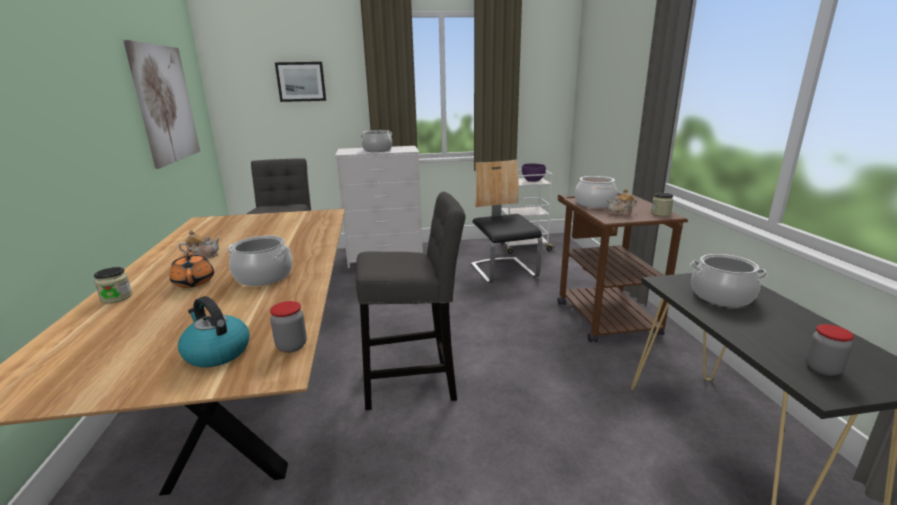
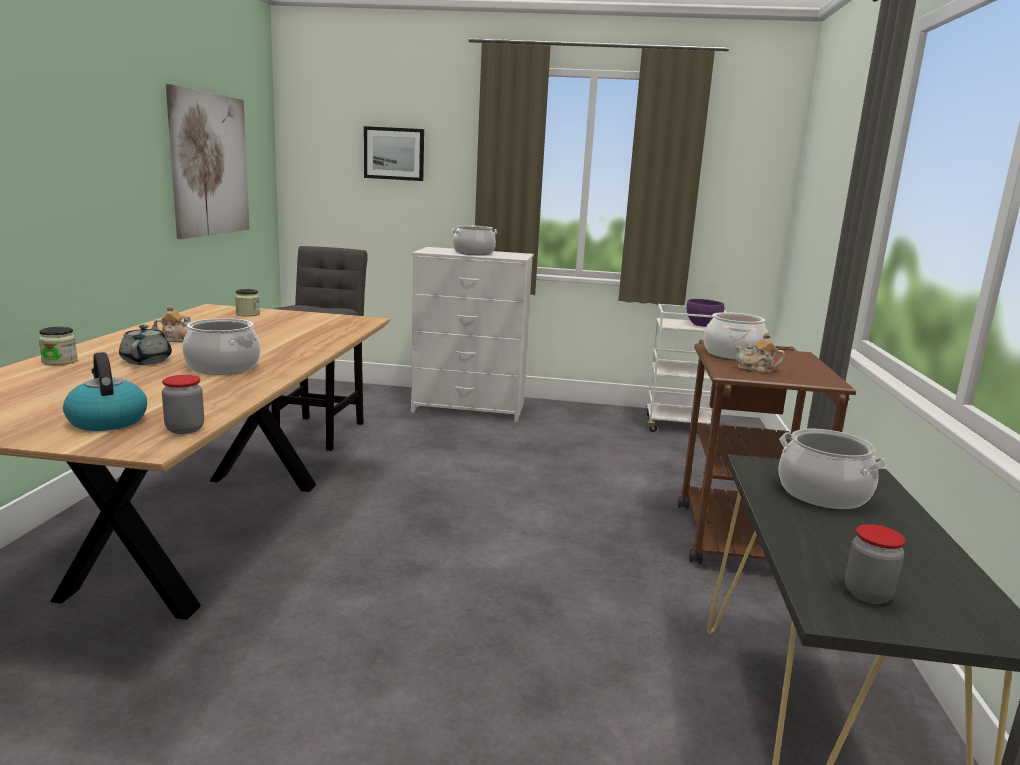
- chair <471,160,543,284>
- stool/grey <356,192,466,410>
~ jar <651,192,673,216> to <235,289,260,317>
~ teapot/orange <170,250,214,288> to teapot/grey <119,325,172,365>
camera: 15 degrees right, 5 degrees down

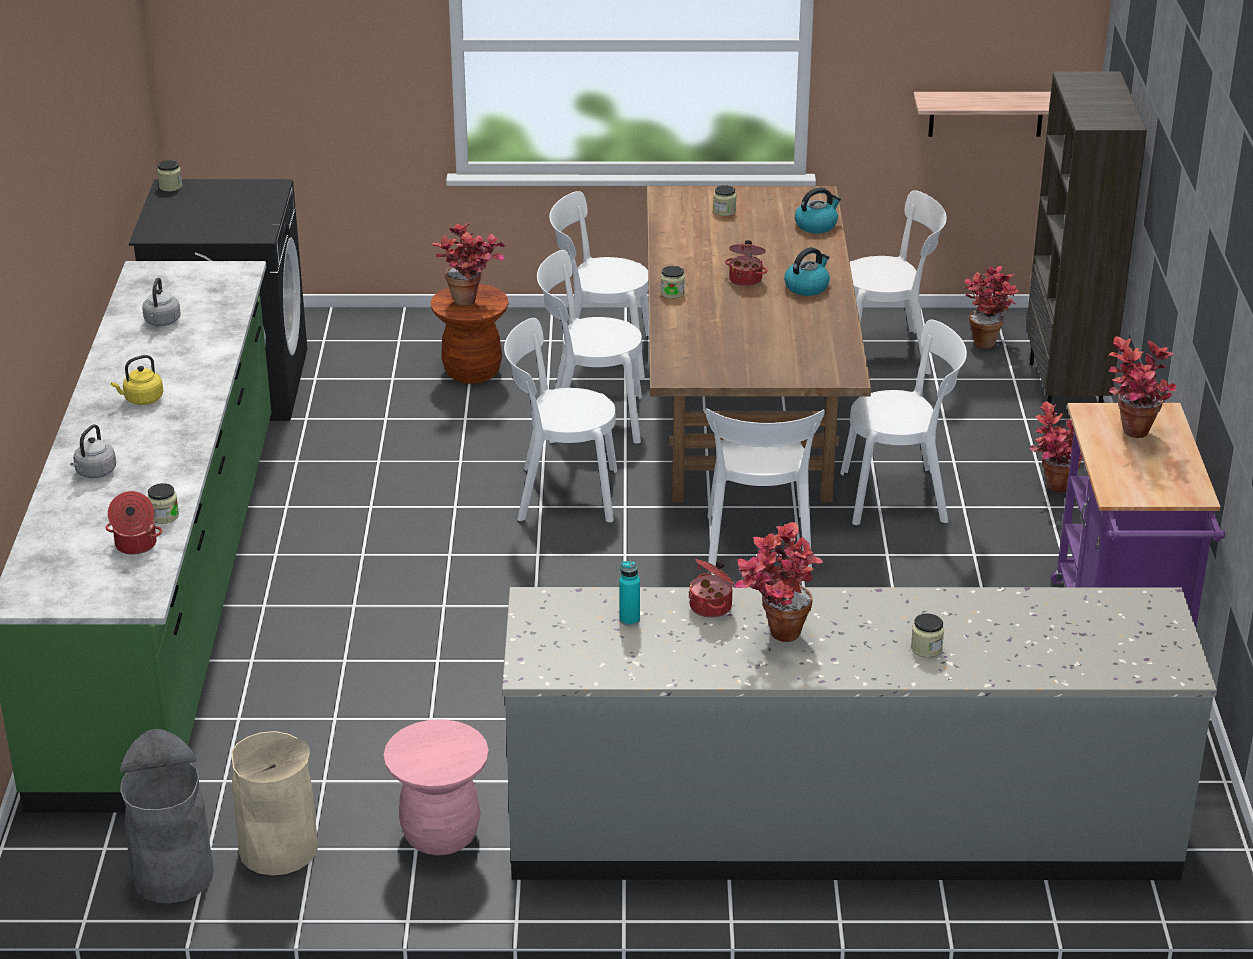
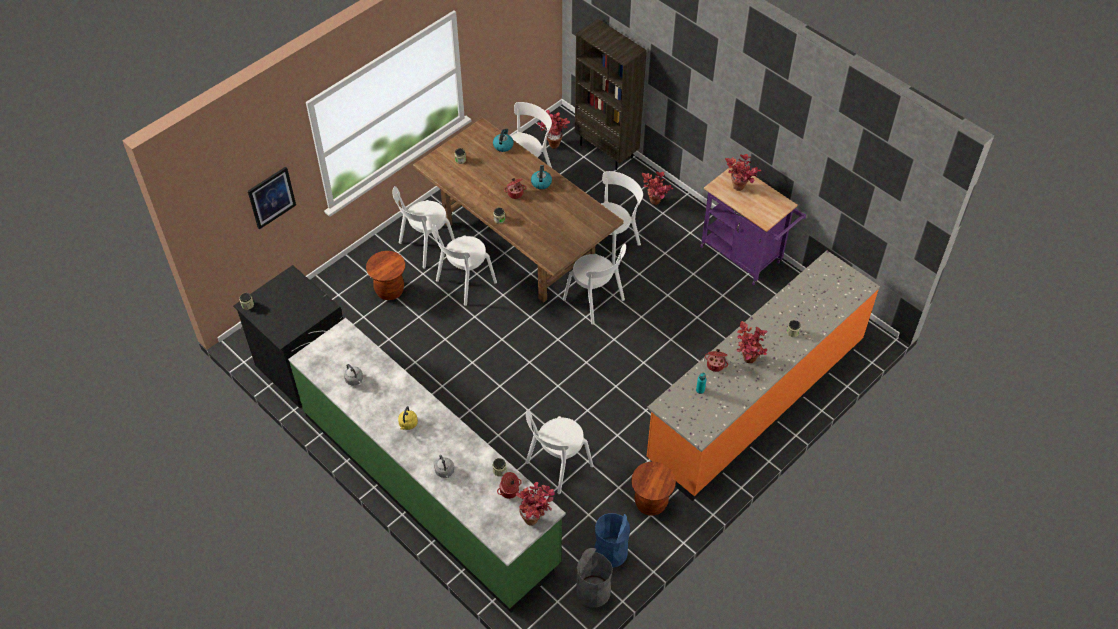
- shelf <913,92,1051,137>
~ potted plant <432,223,505,306> to <516,482,555,526>
~ chair/white <504,318,617,522> to <525,409,593,494>
~ counter/grey <502,587,1217,880> to counter/orange <647,250,880,501>
~ stool/pink <384,719,489,856> to stool/brown <631,462,676,516>
~ trash can/beige <232,731,318,875> to trash can/blue <594,513,630,568>
+ picture <248,167,296,230>
camera: 45 degrees left, 20 degrees up

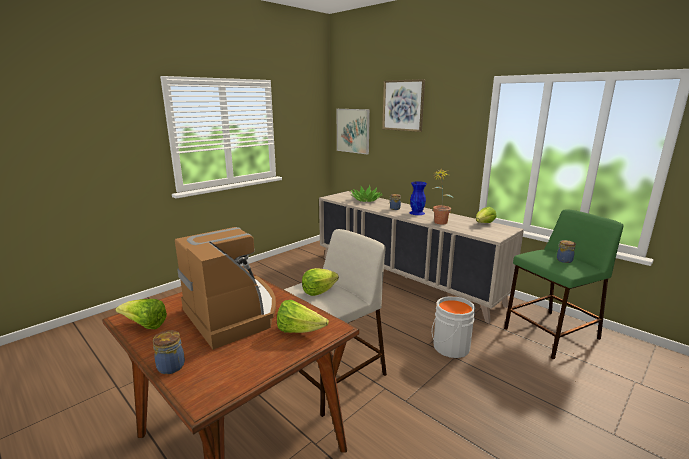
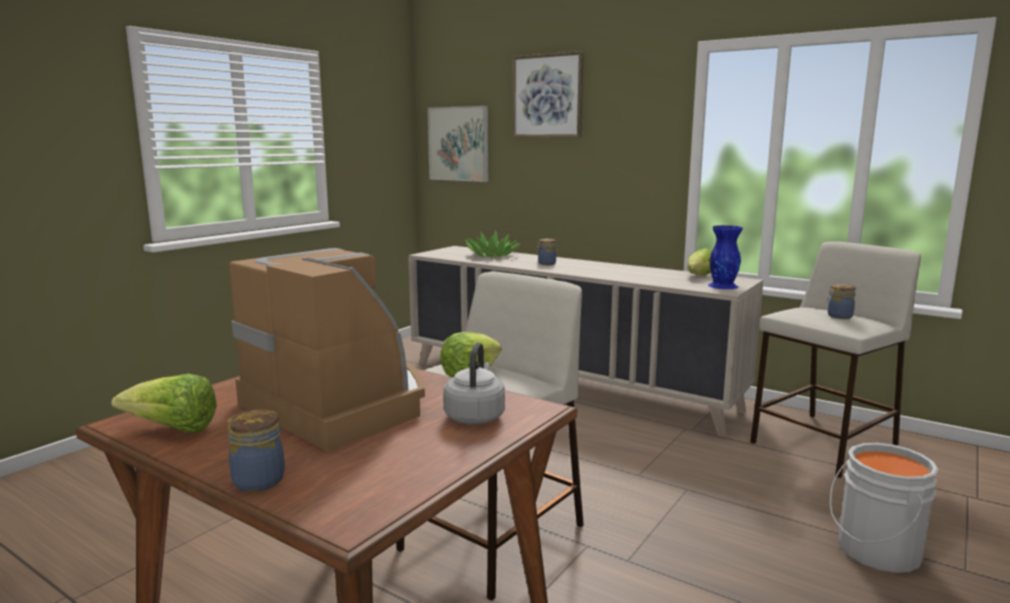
- potted plant <432,170,454,224>
~ vase/blue <410,181,427,215> to <708,225,743,289>
~ stool/green <504,209,624,359> to stool/beige <750,241,921,478>
~ bucket/grey <432,296,476,358> to <830,443,939,573>
~ lettuce <277,300,329,333> to kettle/grey <443,342,505,424>
camera: 10 degrees left, 5 degrees down

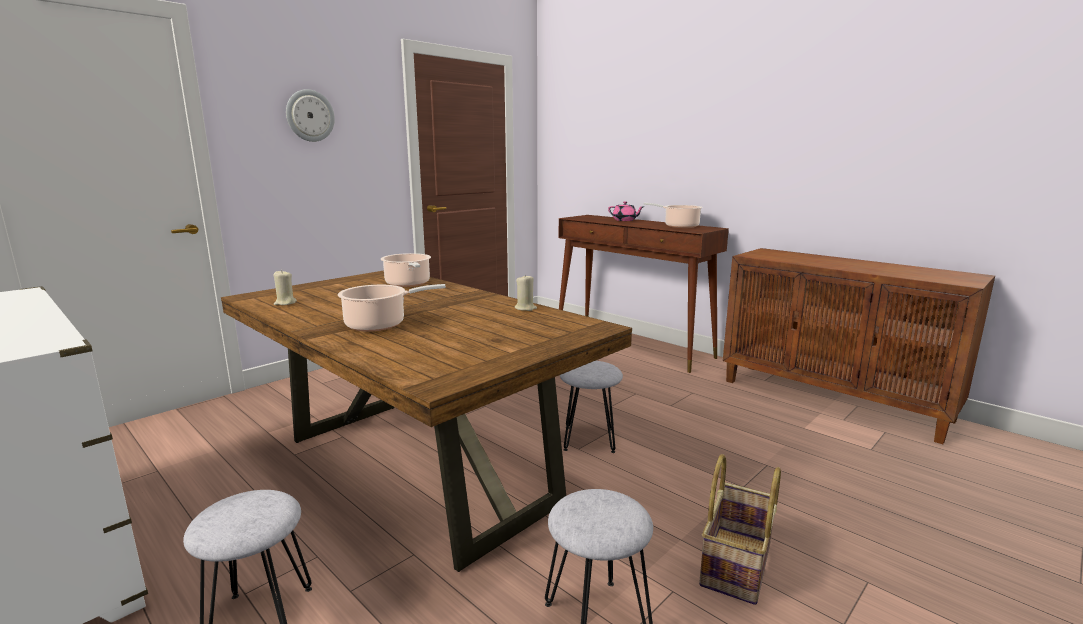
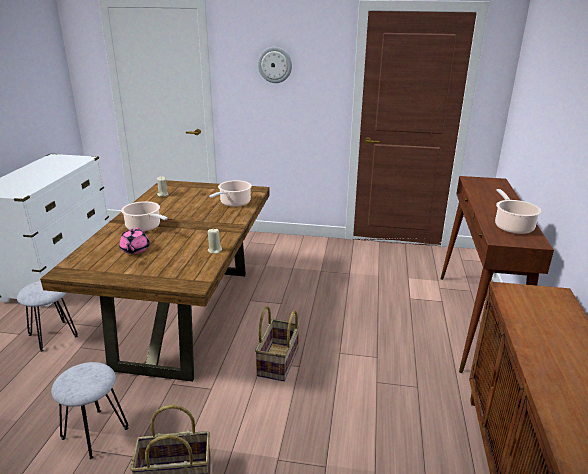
~ teapot/pink <608,201,644,221> to <119,228,150,254>
~ stool/grey <560,361,623,453> to basket <255,306,300,381>
camera: 55 degrees right, 10 degrees up

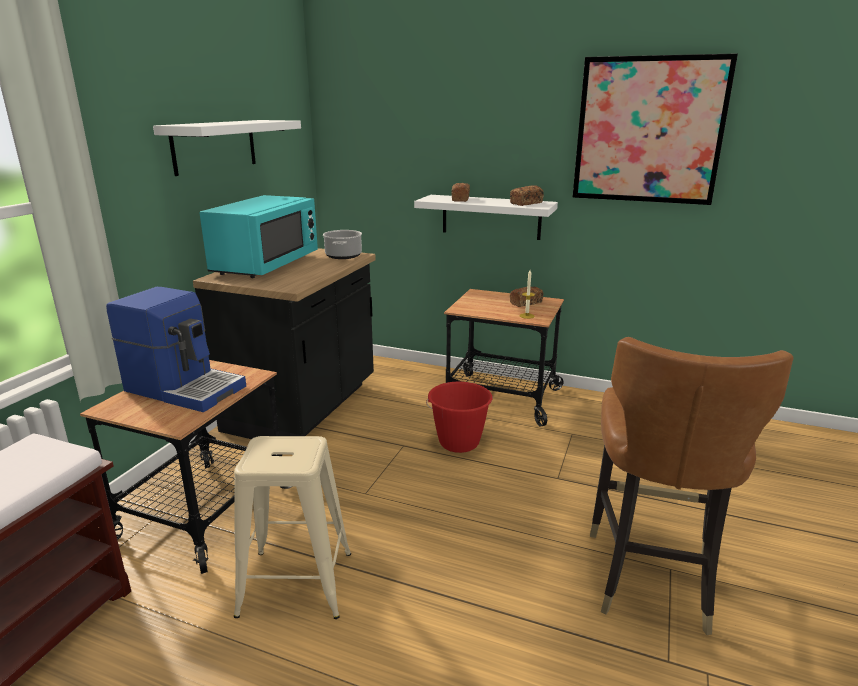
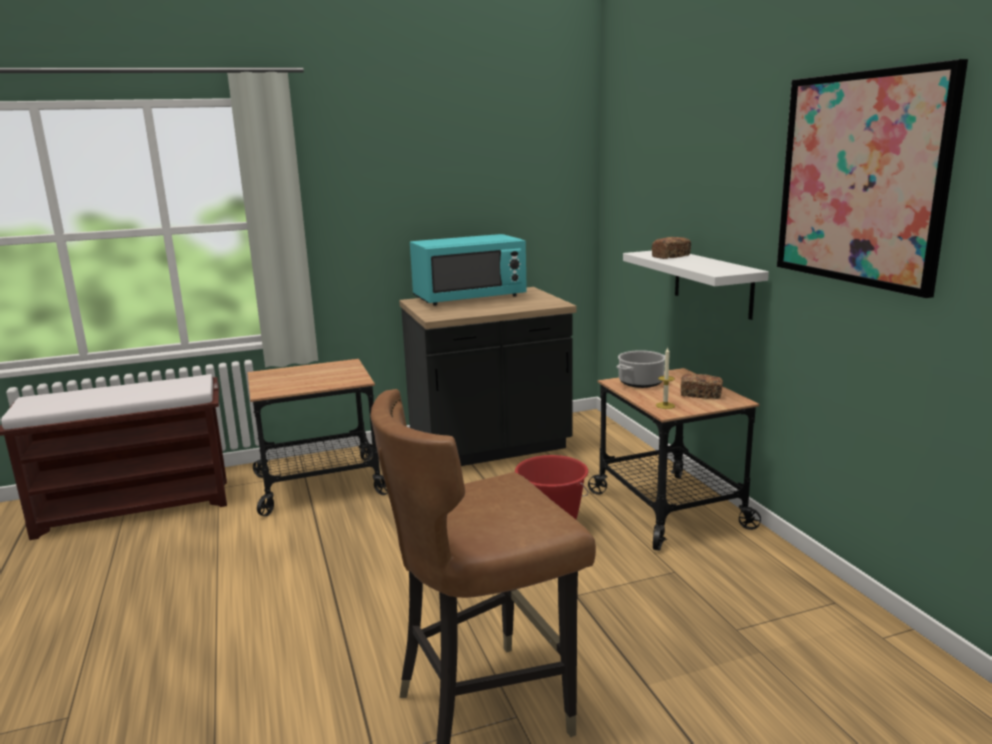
- shelf/white <153,120,301,176>
- bread <510,185,544,206>
~ cooking pot <323,230,362,259> to <617,350,665,388>
- coffee machine <106,287,246,412>
- stool/beige <234,436,351,619>
camera: 50 degrees right, 5 degrees down

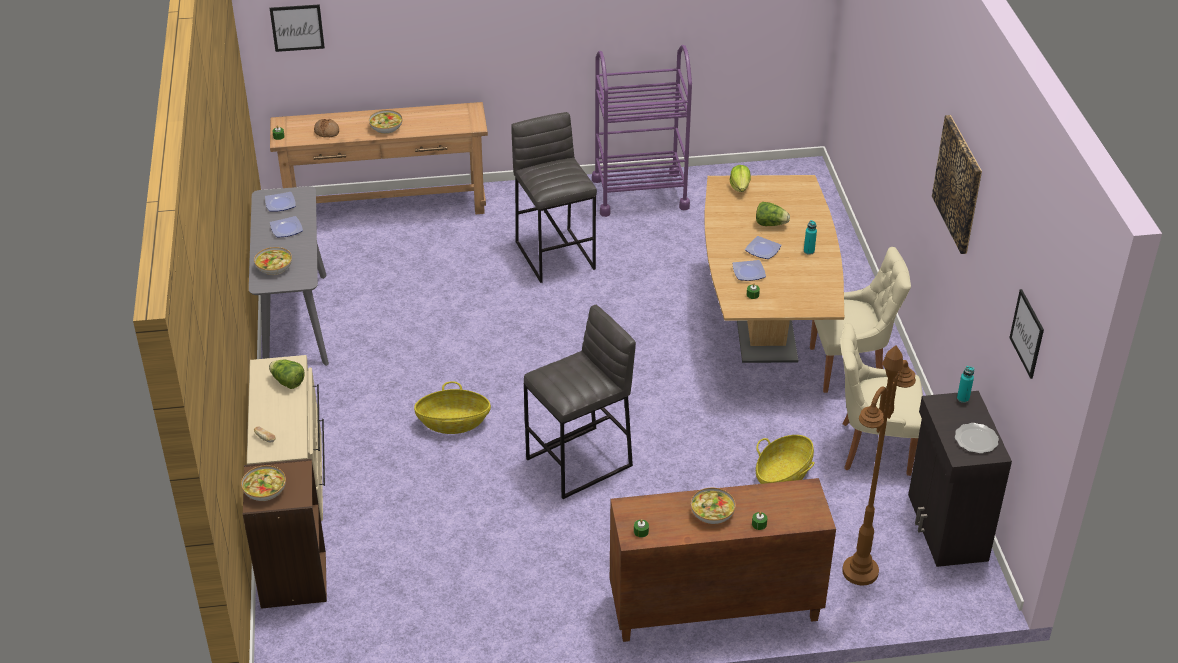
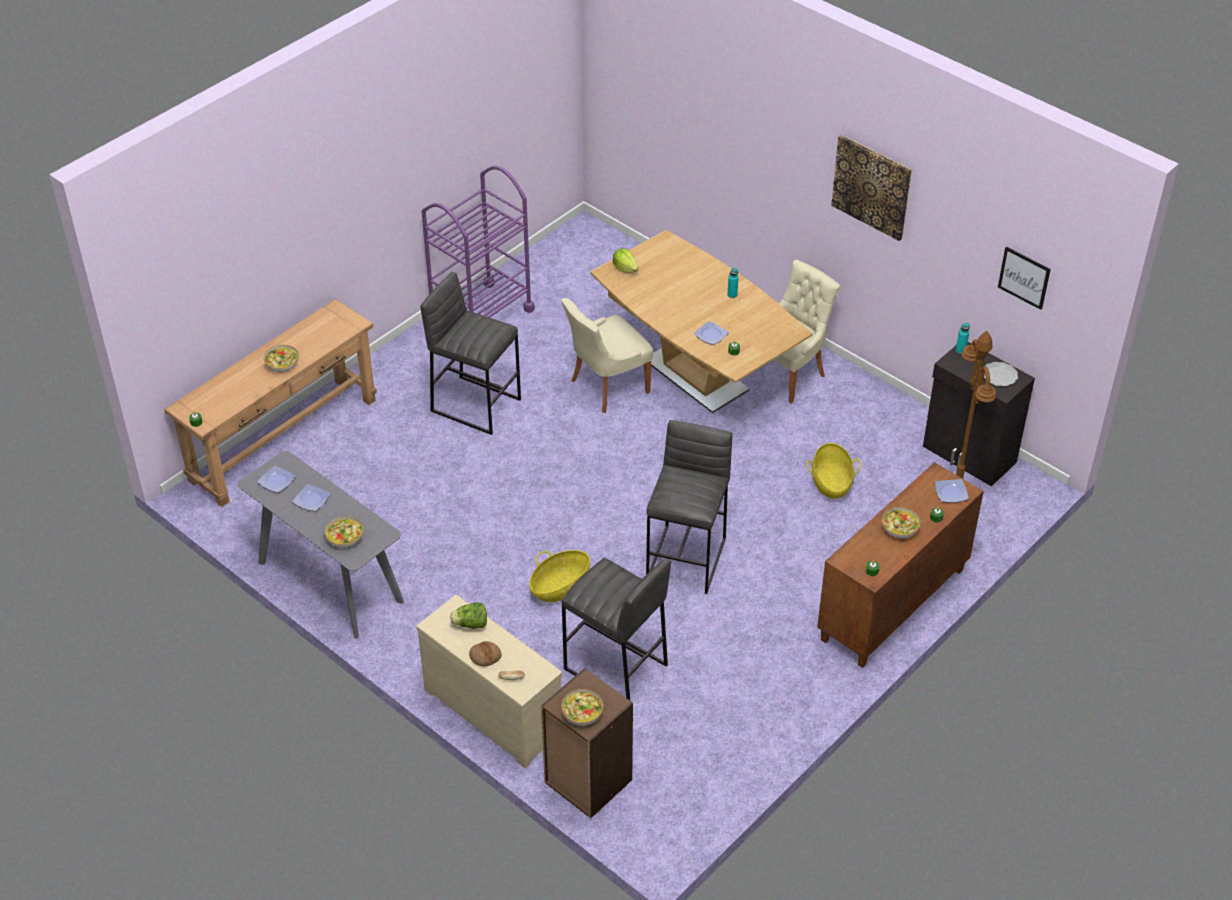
- picture <270,4,325,52>
~ bread <314,119,339,137> to <469,641,502,667>
- lettuce <756,202,790,226>
~ plate <745,236,782,259> to <935,479,969,503>
~ chair/beige <841,323,923,476> to <561,298,653,413>
+ stool/grey <561,558,671,700>
camera: 40 degrees left, 5 degrees up

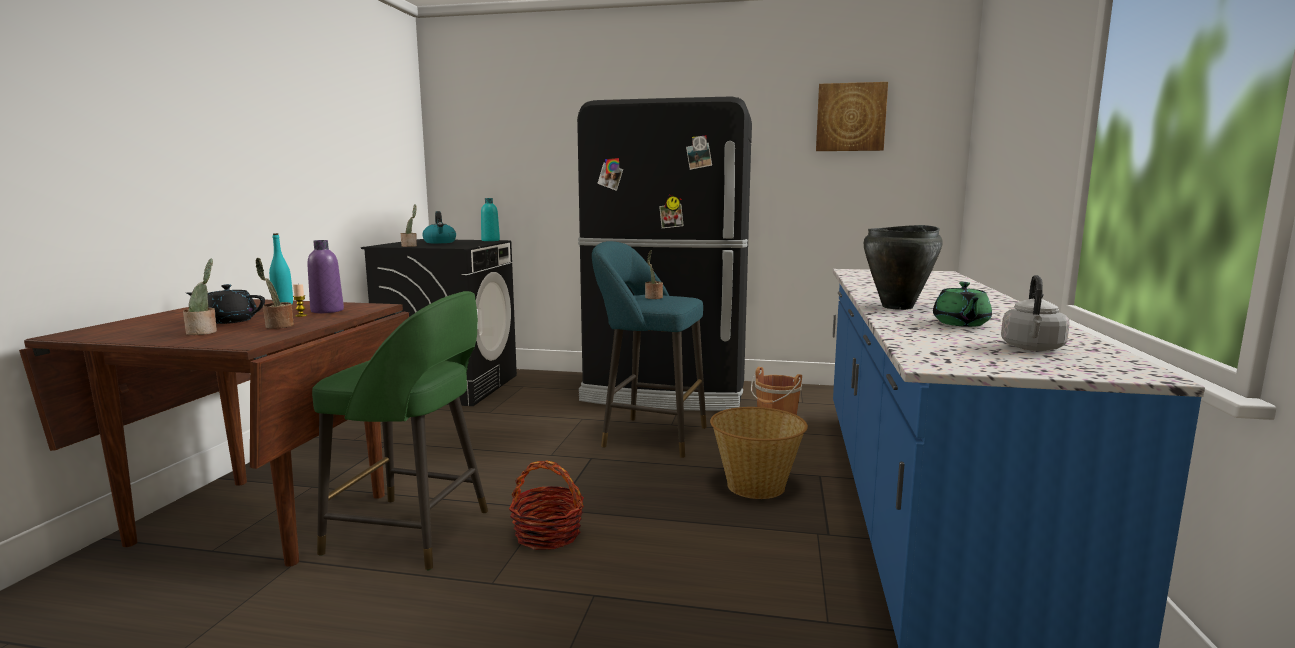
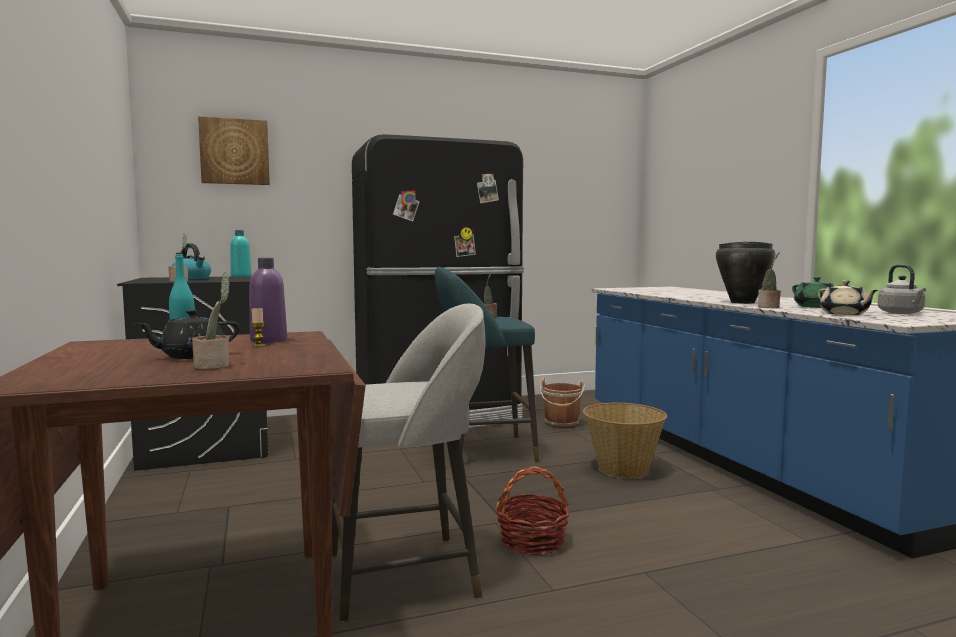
~ picture <816,82,888,151> to <198,116,270,185>
~ potted plant <256,258,294,329> to <758,252,781,308>
~ stool/green <312,291,488,570> to stool/grey <332,304,485,622>
+ teapot/beige <818,280,878,315>
camera: 30 degrees left, 5 degrees down

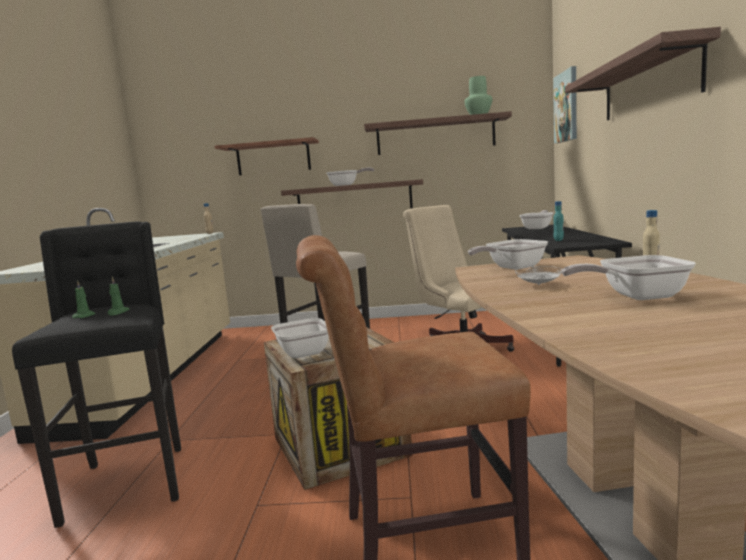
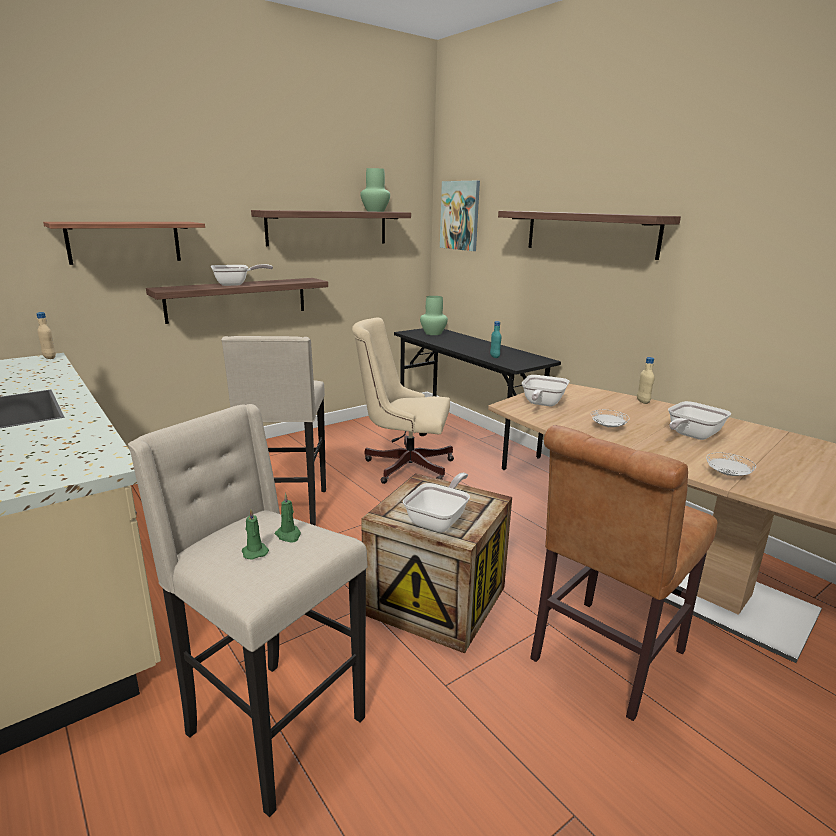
~ frying pan <519,210,554,229> to vase/green <420,296,448,335>
~ stool/black <12,222,181,528> to stool/beige <128,404,368,817>
+ plate/white <706,453,756,476>
camera: 40 degrees left, 10 degrees up

